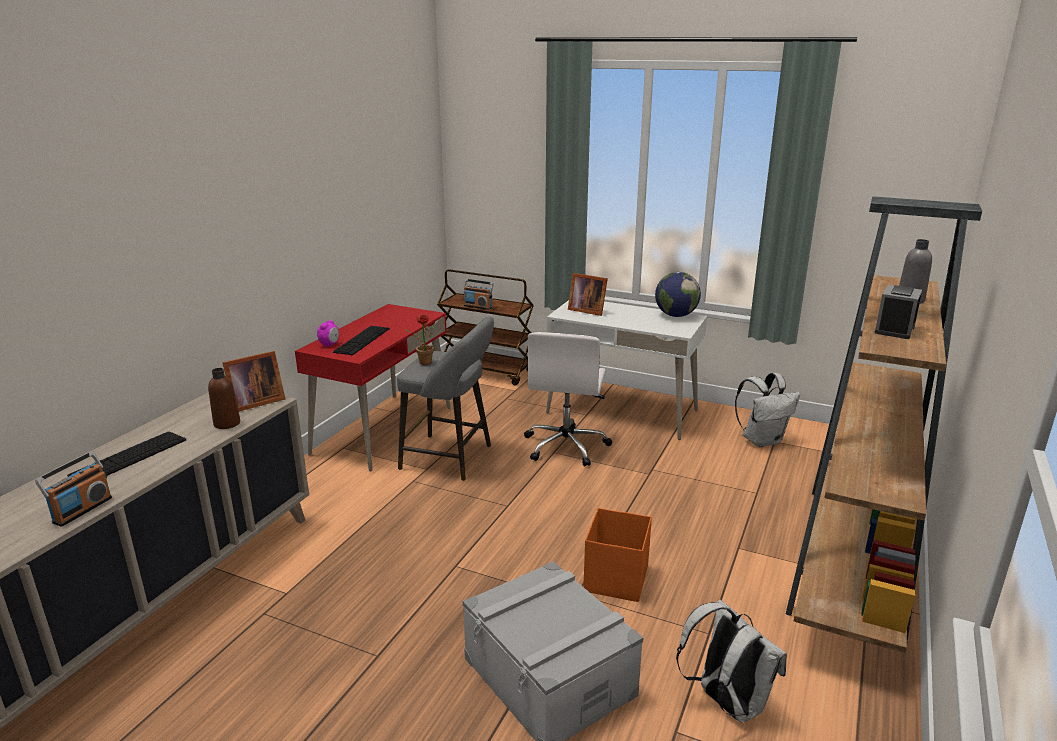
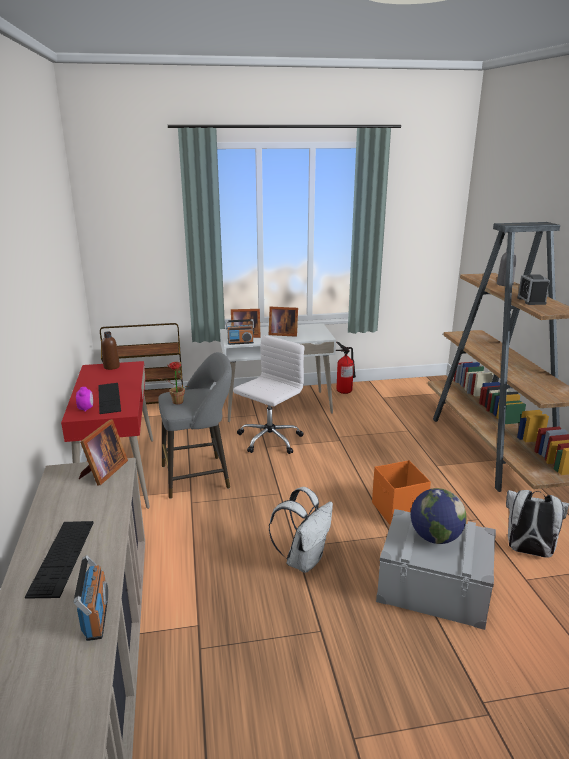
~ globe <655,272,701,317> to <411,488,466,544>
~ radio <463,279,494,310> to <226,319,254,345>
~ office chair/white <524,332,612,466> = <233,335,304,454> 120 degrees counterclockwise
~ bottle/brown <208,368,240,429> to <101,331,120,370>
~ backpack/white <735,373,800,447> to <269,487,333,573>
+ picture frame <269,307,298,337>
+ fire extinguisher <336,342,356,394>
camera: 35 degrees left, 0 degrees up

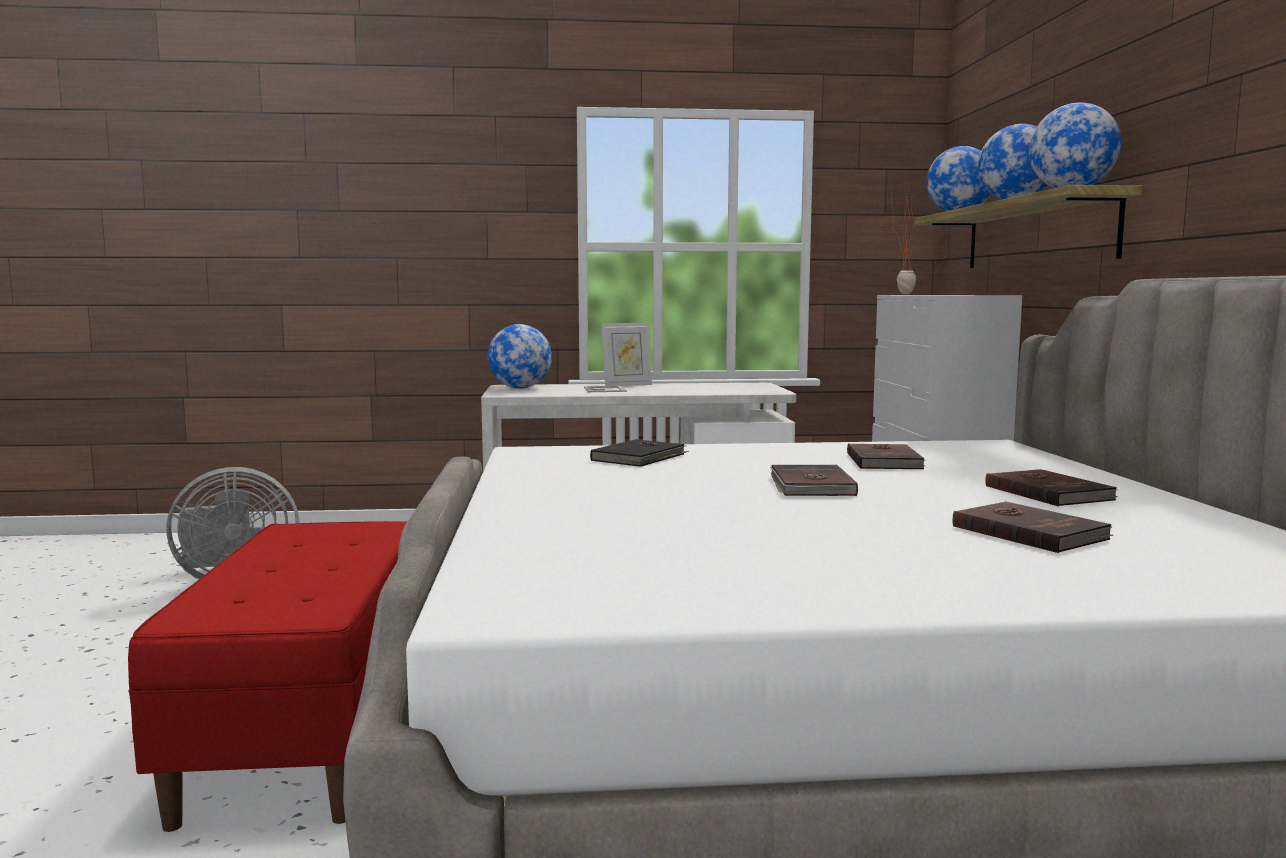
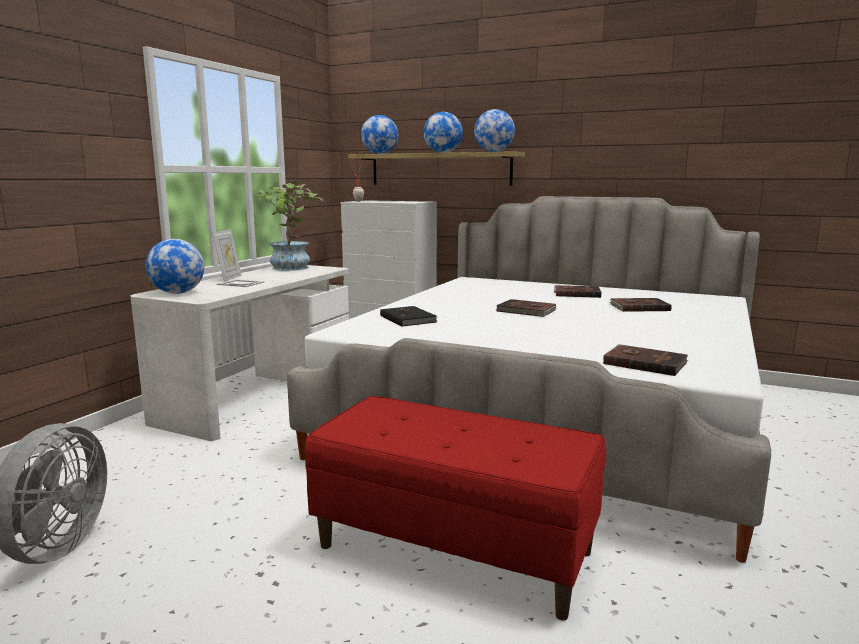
~ book/brown <847,443,926,469> to <603,344,688,376>
+ potted plant <258,181,323,271>
camera: 60 degrees left, 5 degrees up

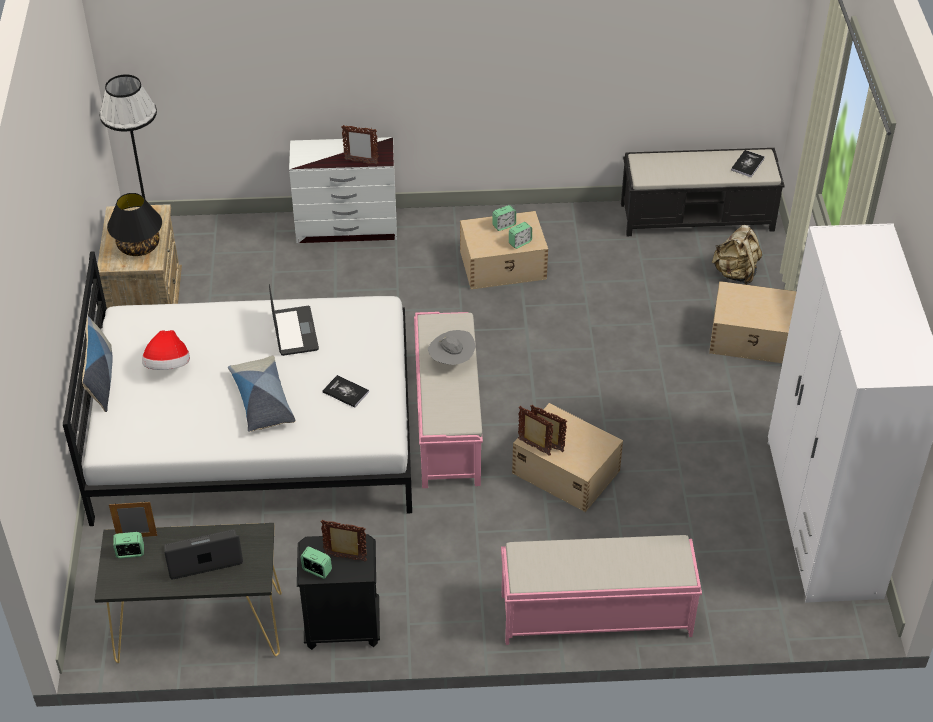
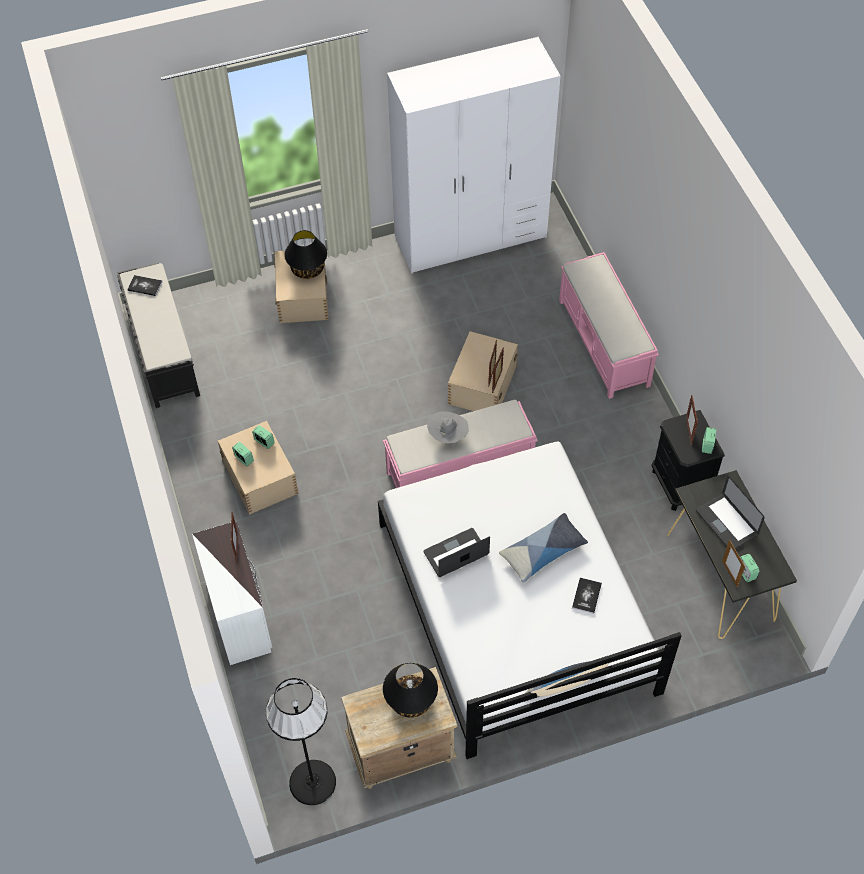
- backpack/beige <712,225,762,285>
- hat <142,330,190,370>
~ book <322,375,369,408> to <572,578,602,614>
+ table lamp/black <284,230,327,279>
camera: 105 degrees left, 10 degrees up

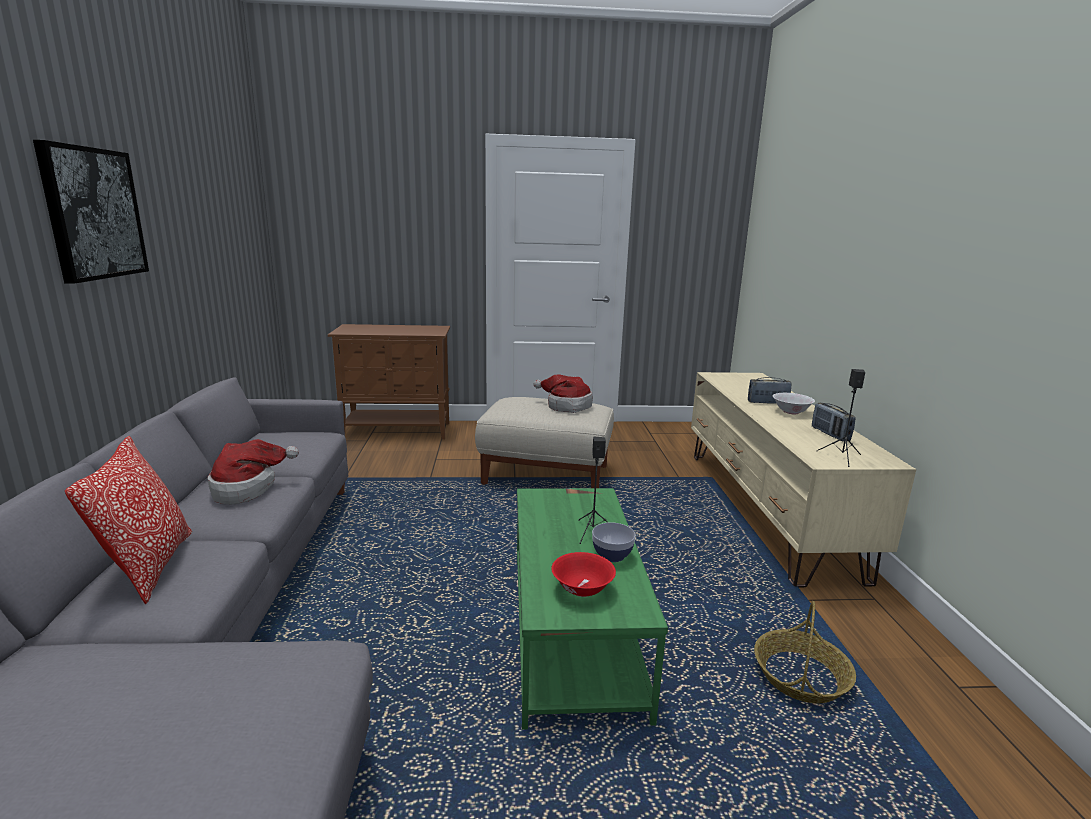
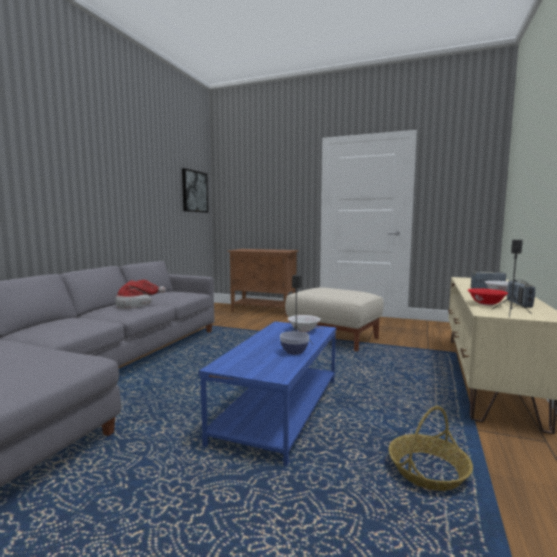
~ picture <33,140,149,284> to <182,168,208,213>
- hat <534,374,593,413>
- pillow <65,436,192,604>
~ coffee table/green <517,488,668,729> to coffee table/blue <199,321,336,467>
~ bowl/red <551,552,616,597> to <468,288,508,306>
+ bowl/white <288,315,321,332>
camera: 25 degrees right, 10 degrees down

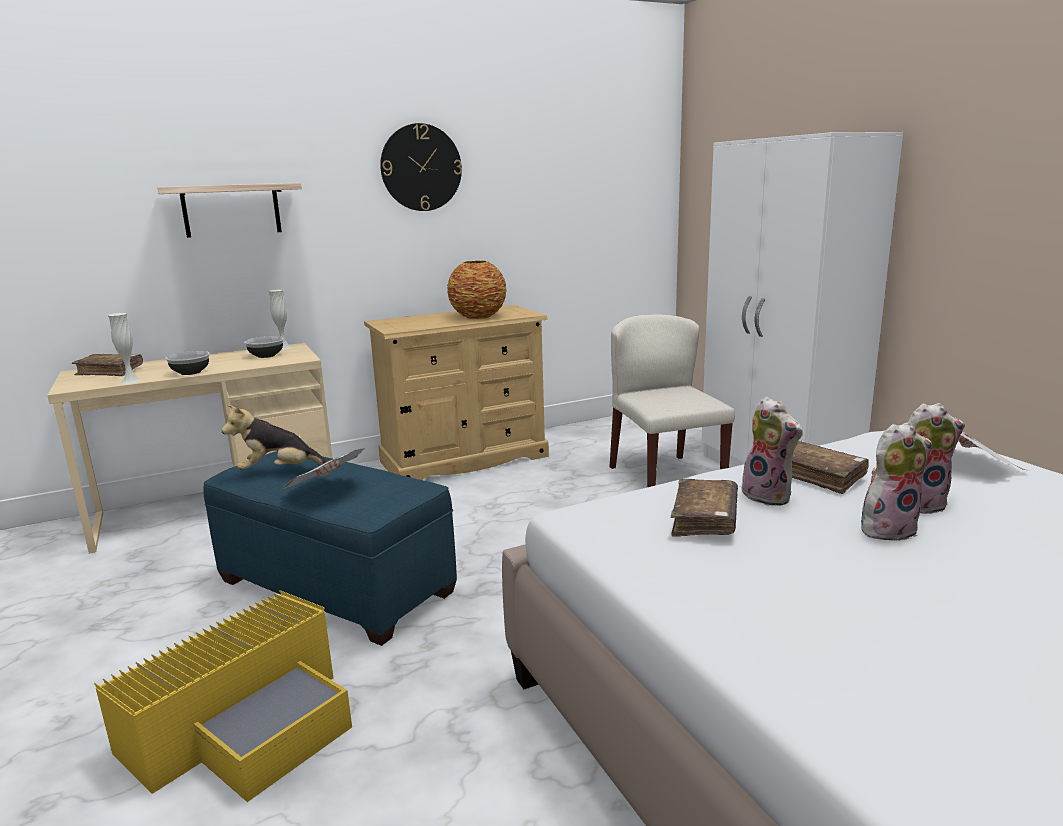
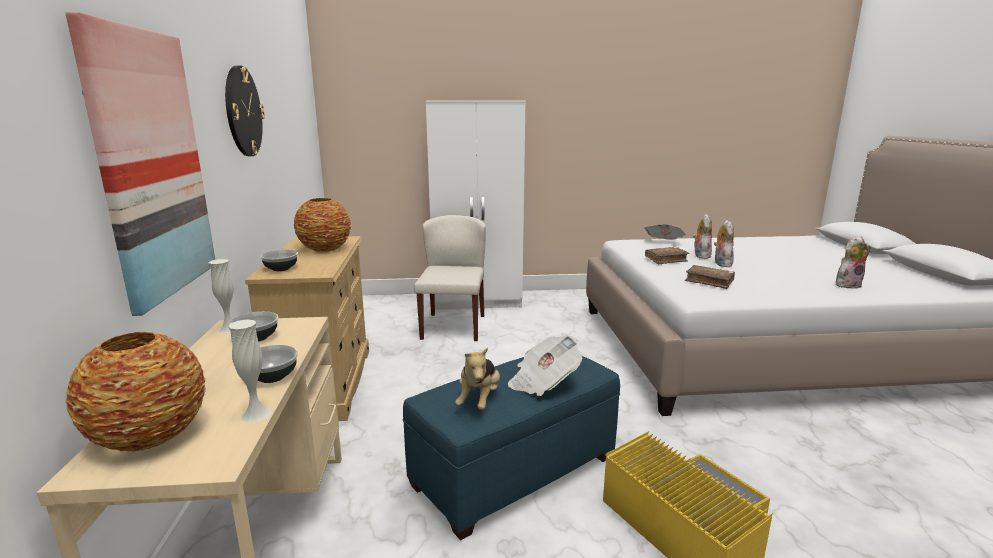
~ shelf <157,182,302,238> to picture <65,12,215,316>
~ chair/beige <610,314,735,487> = <414,215,486,341> 90 degrees clockwise
~ book/brown <72,354,143,376> to vase <65,332,206,452>
~ plush toy <740,396,803,506> to <836,236,871,289>
+ bowl <260,250,298,271>
camera: 70 degrees left, 0 degrees up

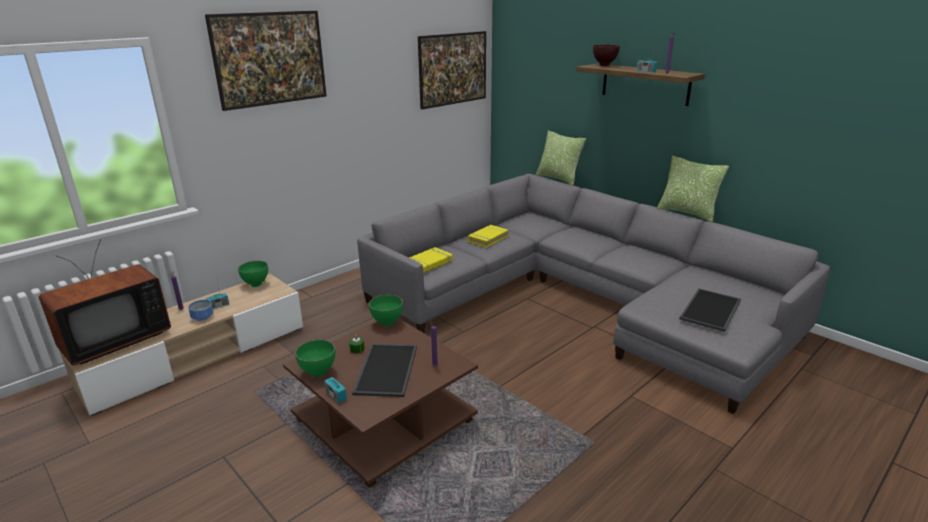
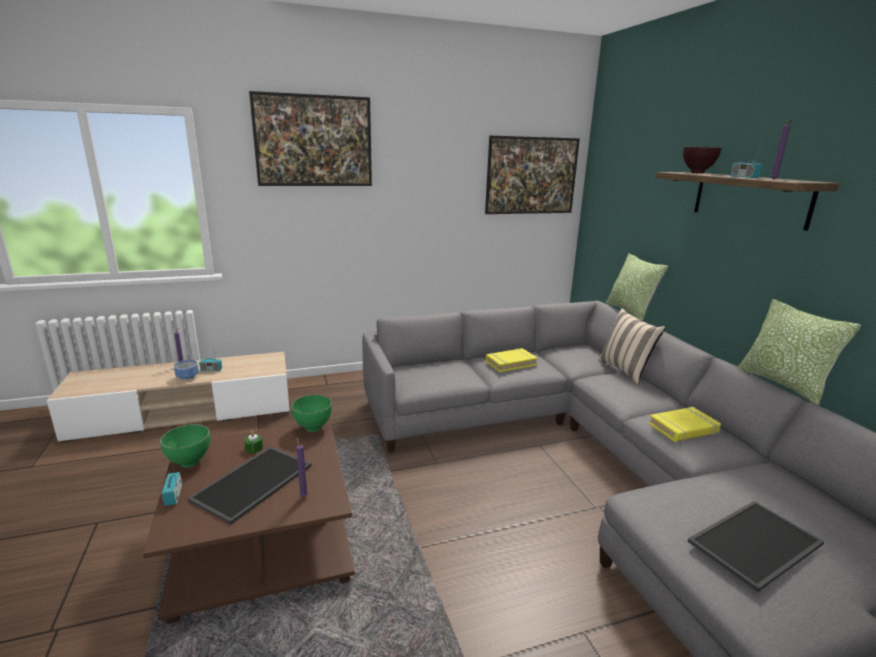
- television <39,239,171,366>
~ book/yellow <409,247,452,273> to <649,407,721,442>
- bowl/green <238,261,268,287>
+ pillow/beige <598,309,665,385>
camera: 25 degrees right, 5 degrees down

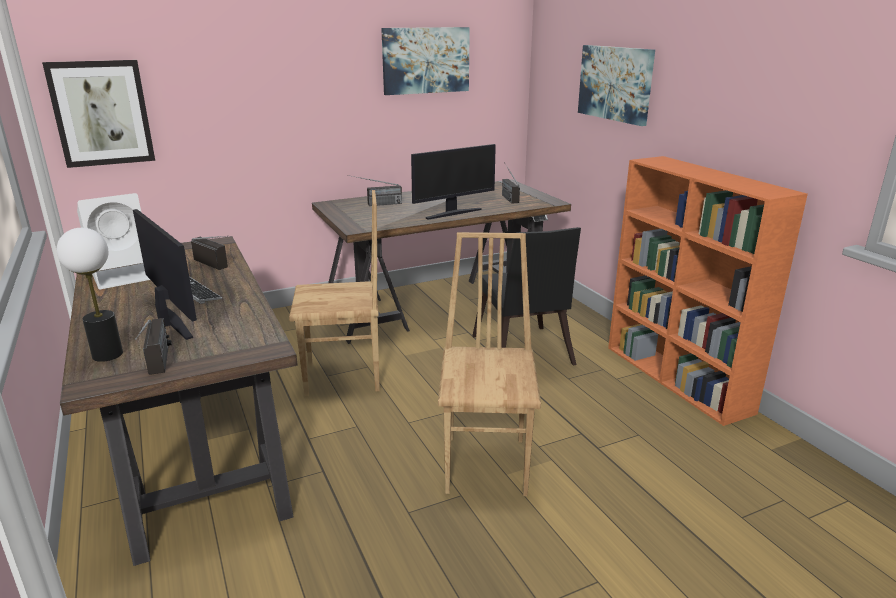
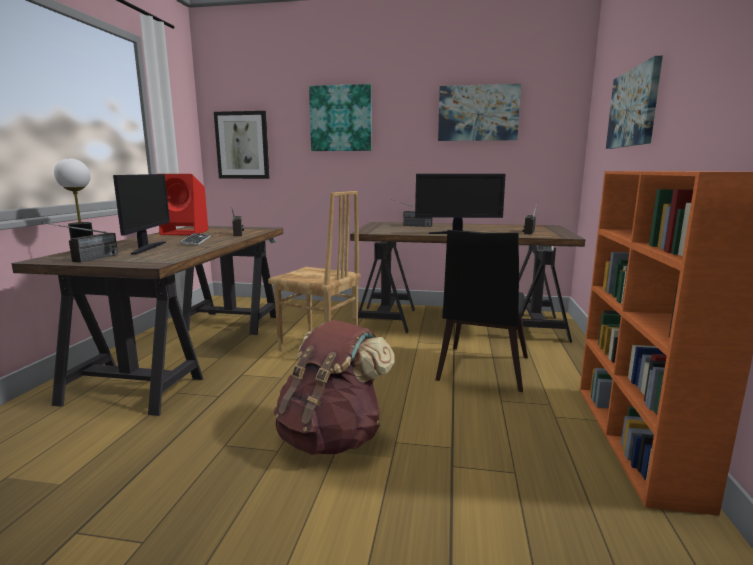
~ speaker/white <77,193,150,289> to speaker/red <159,174,208,235>
~ chair/brown <438,232,541,496> to backpack/brown <273,320,395,455>
+ picture <309,84,372,151>
camera: 35 degrees right, 10 degrees down

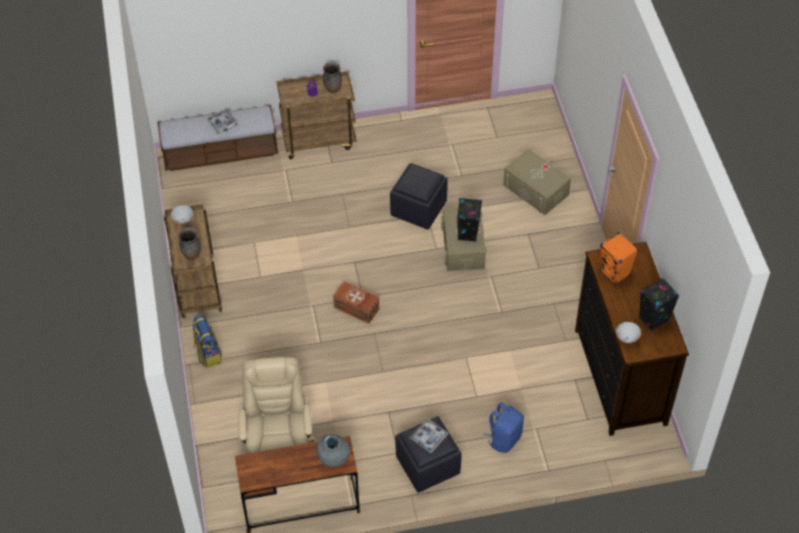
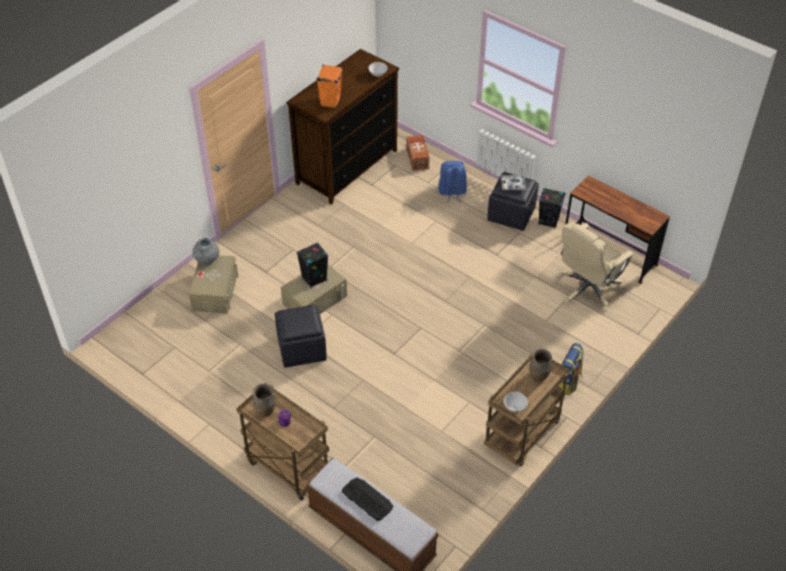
~ tray <206,110,238,134> to keyboard <342,477,394,521>
~ speaker/black <639,278,679,332> to <538,188,565,228>
~ storage box/brown <333,281,379,324> to <406,135,430,171>
~ vase/grey <316,434,351,467> to <193,238,219,266>
camera: 130 degrees left, 5 degrees down

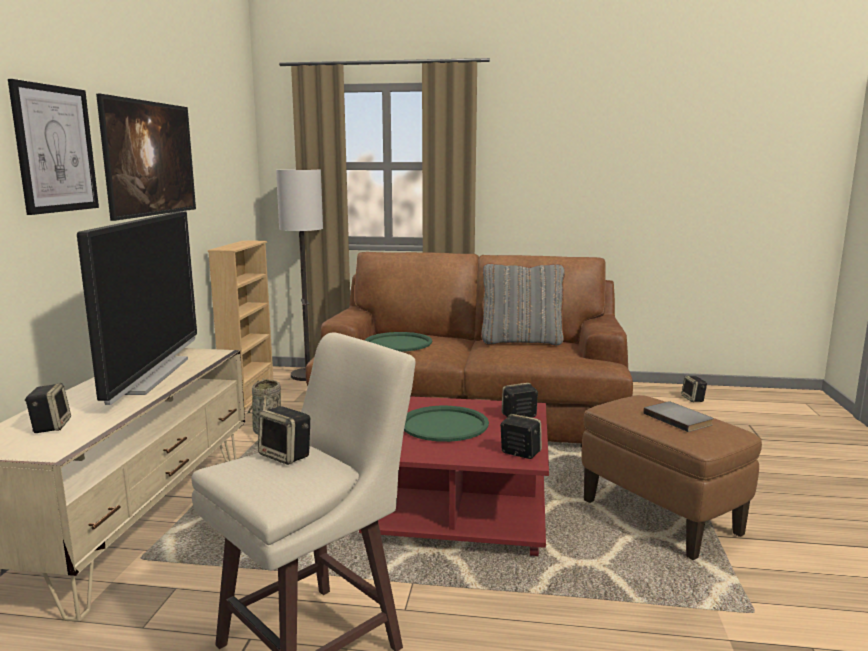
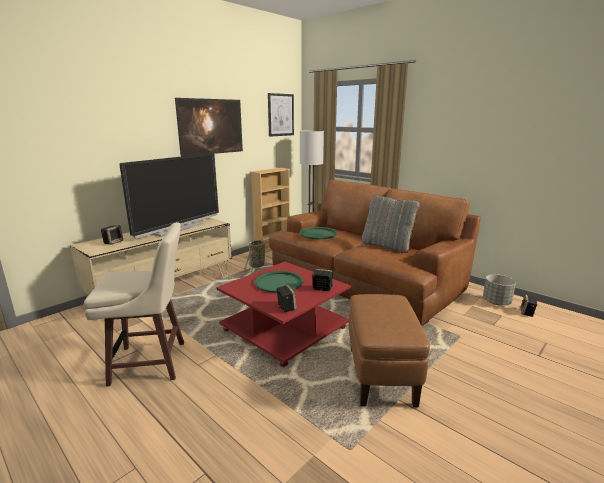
~ picture <8,79,99,215> to <268,93,294,137>
- book/grey <643,402,714,432>
- speaker <258,406,310,465>
+ planter/grey <483,274,516,305>
camera: 35 degrees right, 5 degrees up

